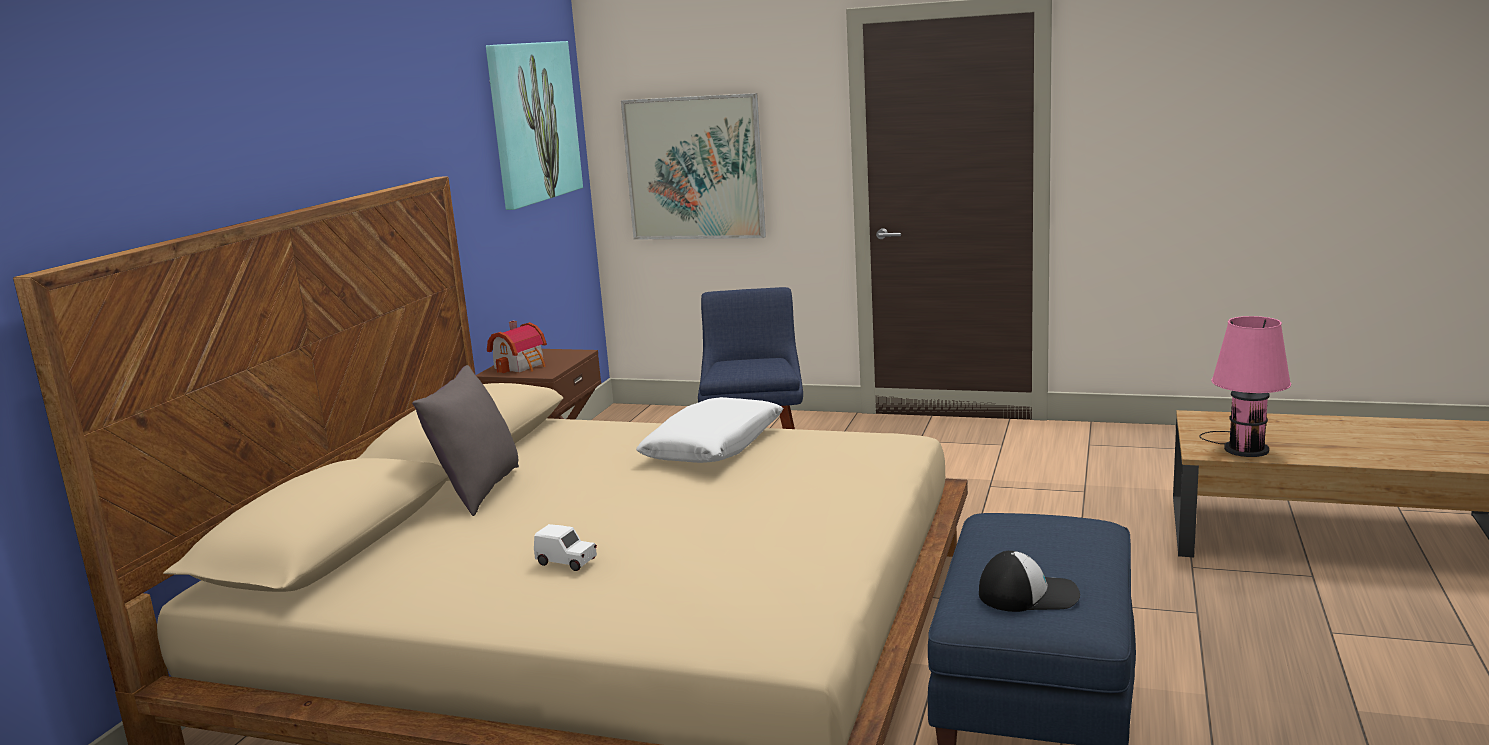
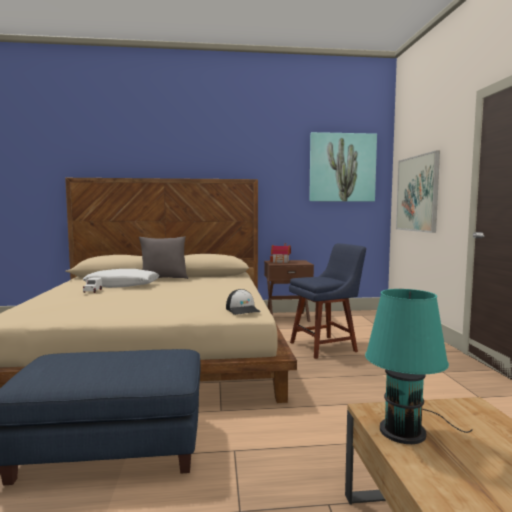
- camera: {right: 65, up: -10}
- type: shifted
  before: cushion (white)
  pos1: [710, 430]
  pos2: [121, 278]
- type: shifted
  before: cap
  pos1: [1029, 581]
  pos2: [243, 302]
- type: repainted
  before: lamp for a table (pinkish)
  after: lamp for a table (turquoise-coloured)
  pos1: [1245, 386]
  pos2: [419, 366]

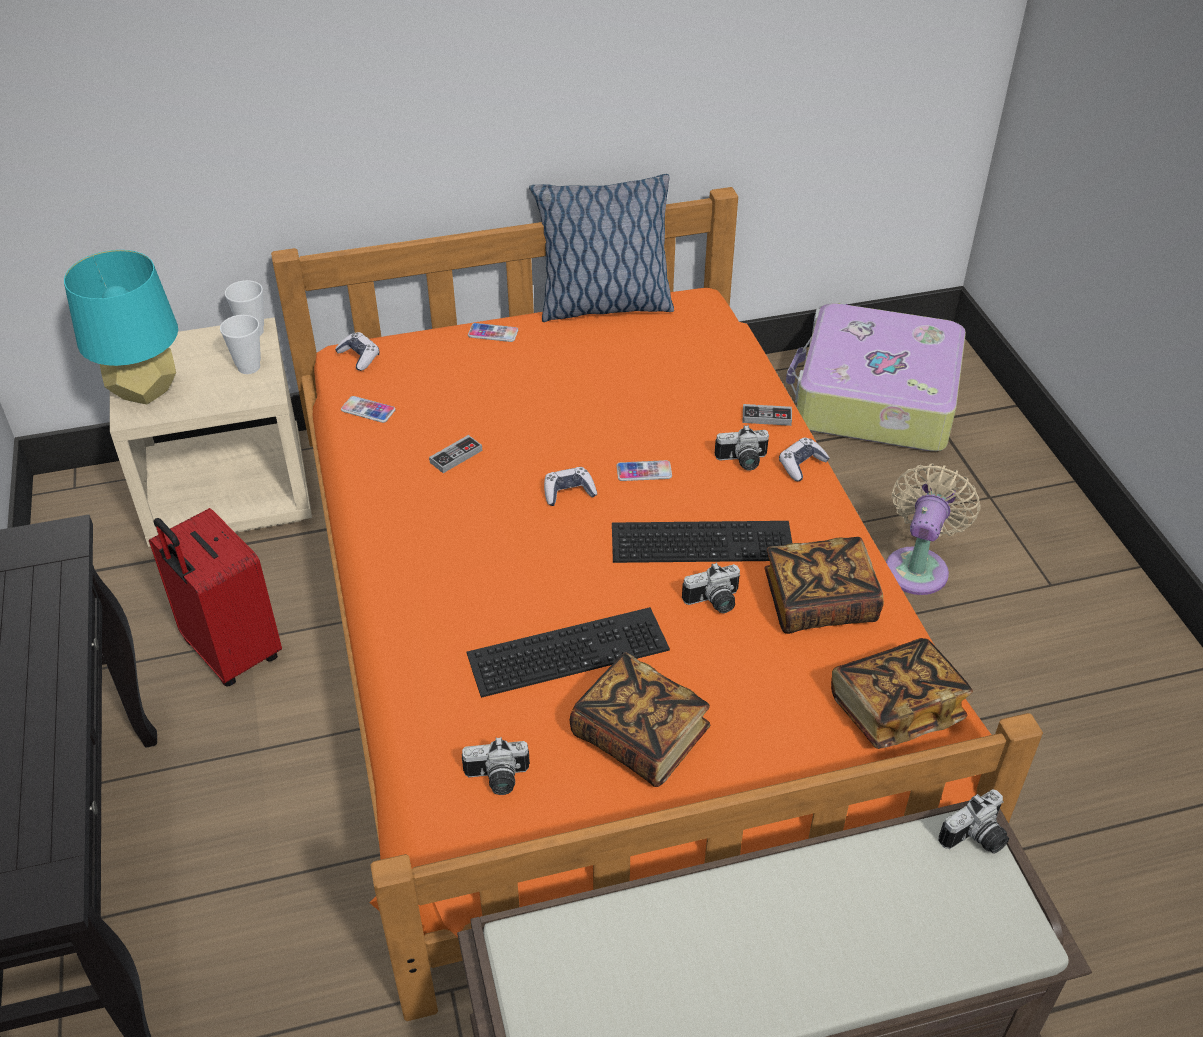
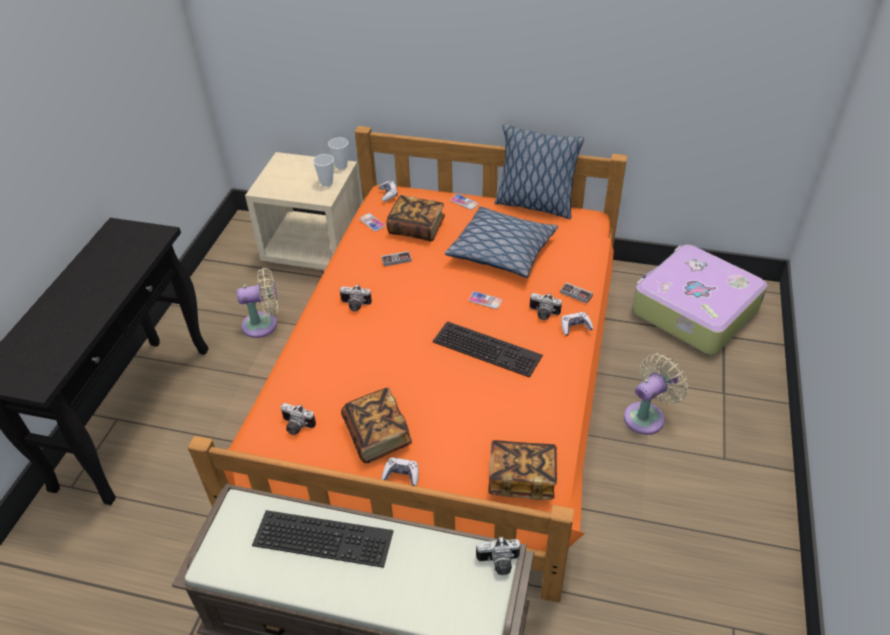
- camera: {right: 30, up: 0}
- type: gone
  before: lamp for a table (turquoise-coloured)
  pos1: [121, 327]
- type: swapped
  before: travel case (reddish)
  after: fan (sand-coloured)
  pos1: [215, 597]
  pos2: [257, 303]
- type: shifted
  before: keyboard
  pos1: [568, 652]
  pos2: [322, 539]
- type: shifted
  before: gamepad
  pos1: [570, 486]
  pos2: [400, 472]
- type: shifted
  before: photo camera
  pos1: [711, 588]
  pos2: [356, 297]
- type: shifted
  before: volume
  pos1: [824, 585]
  pos2: [415, 218]
- type: new
  after: cushion
  pos2: [501, 242]

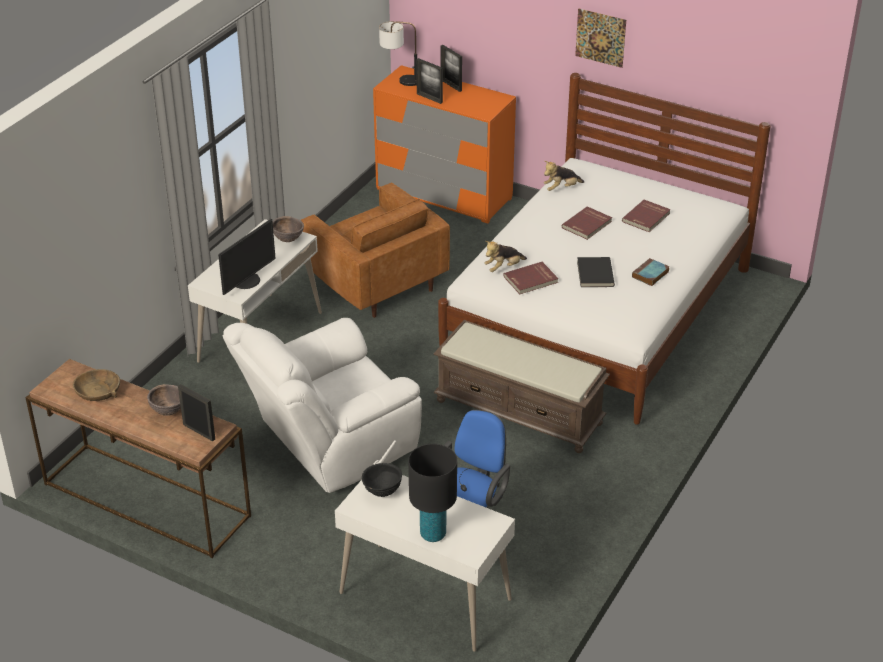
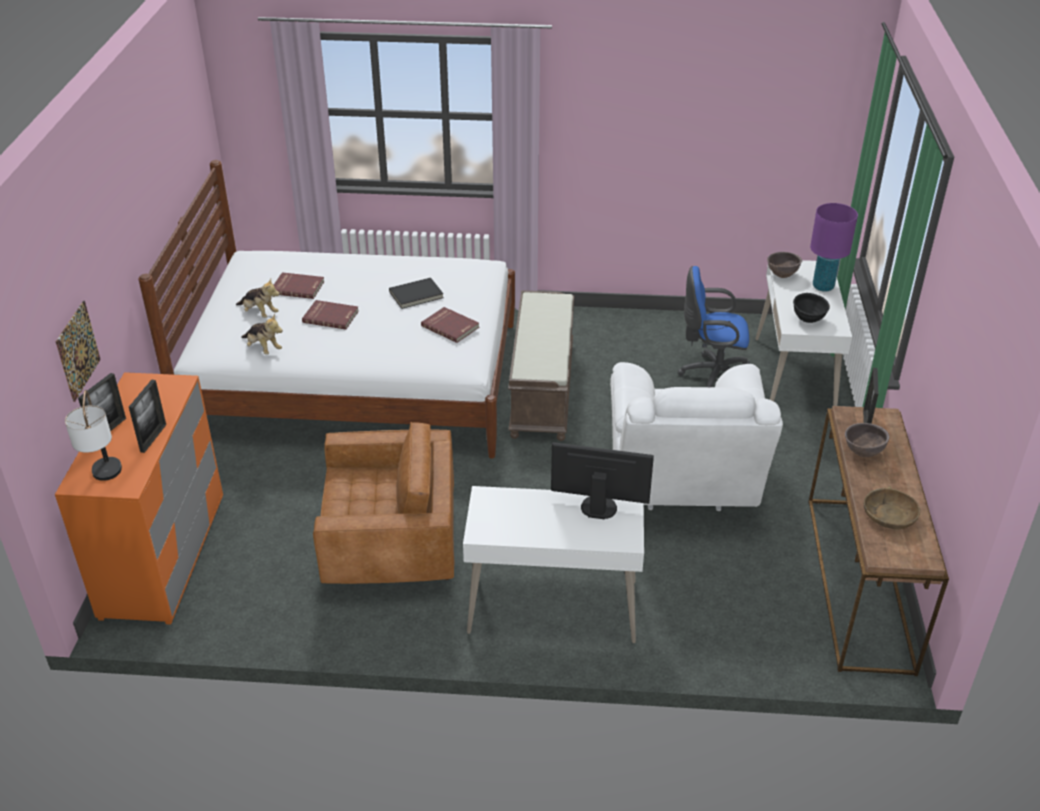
- camera: {right: -115, up: 0}
- type: rotated
  before: armchair (white)
  pos1: [322, 405]
  pos2: [696, 436]
  turn: 60
- type: shifted
  before: serving bowl (brown-coloured)
  pos1: [288, 229]
  pos2: [784, 265]
- type: rotated
  before: armchair (brown-coloured)
  pos1: [375, 250]
  pos2: [383, 503]
  turn: 60
- type: repainted
  before: lamp for a table (black)
  after: lamp for a table (purple-coloured)
  pos1: [432, 493]
  pos2: [834, 247]
- type: shifted
  before: cuddly toy
  pos1: [506, 256]
  pos2: [258, 298]
- type: shifted
  before: picture
  pos1: [600, 38]
  pos2: [78, 351]
- type: gone
  before: volume
  pos1: [651, 272]

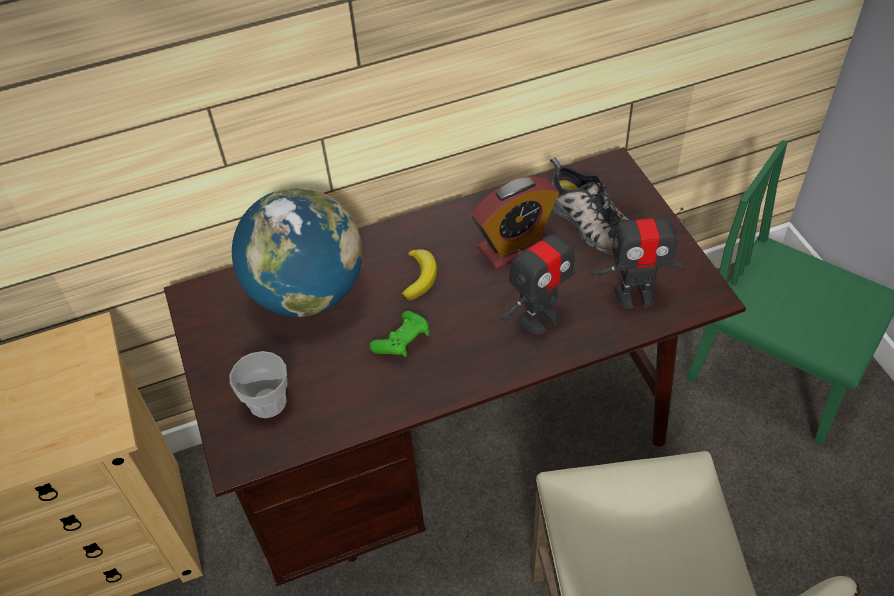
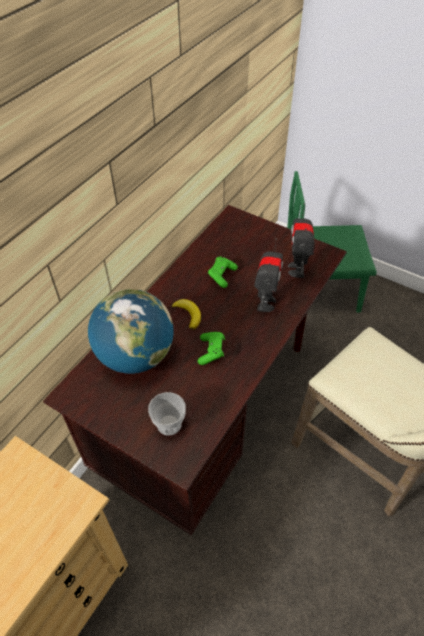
- camera: {right: -40, up: 0}
- type: swapped
  before: alarm clock
  after: gamepad (green-coloured)
  pos1: [515, 223]
  pos2: [223, 272]
- type: gone
  before: shoe
  pos1: [589, 206]
- type: rotated
  before: robot figure
  pos1: [638, 258]
  pos2: [301, 240]
  turn: 135

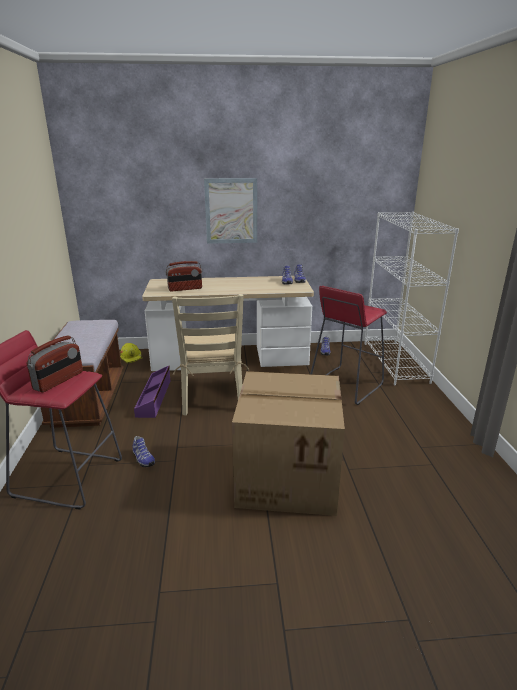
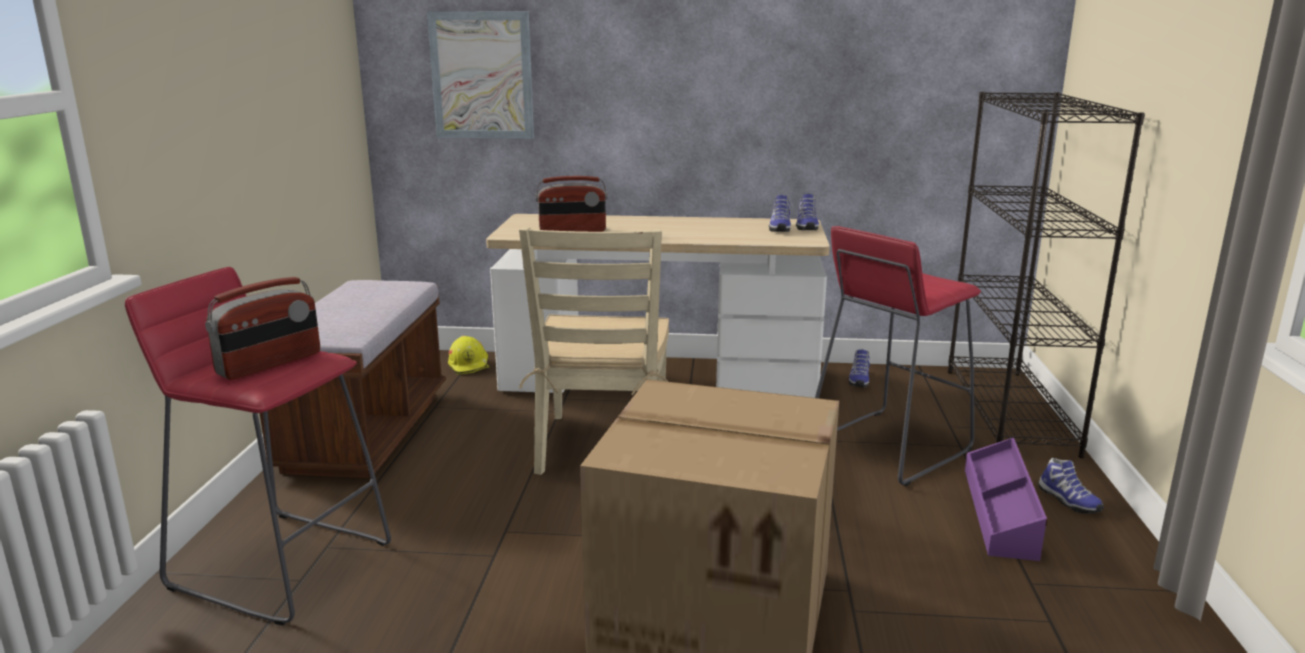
- camera: {right: 10, up: -5}
- type: shifted
  before: shoe
  pos1: [144, 451]
  pos2: [1071, 486]
- type: shifted
  before: storage container (purple-coloured)
  pos1: [152, 392]
  pos2: [1006, 499]
- type: shifted
  before: picture
  pos1: [230, 211]
  pos2: [480, 75]
- type: repainted
  before: shelving unit (white)
  after: shelving unit (black)
  pos1: [411, 298]
  pos2: [1046, 275]

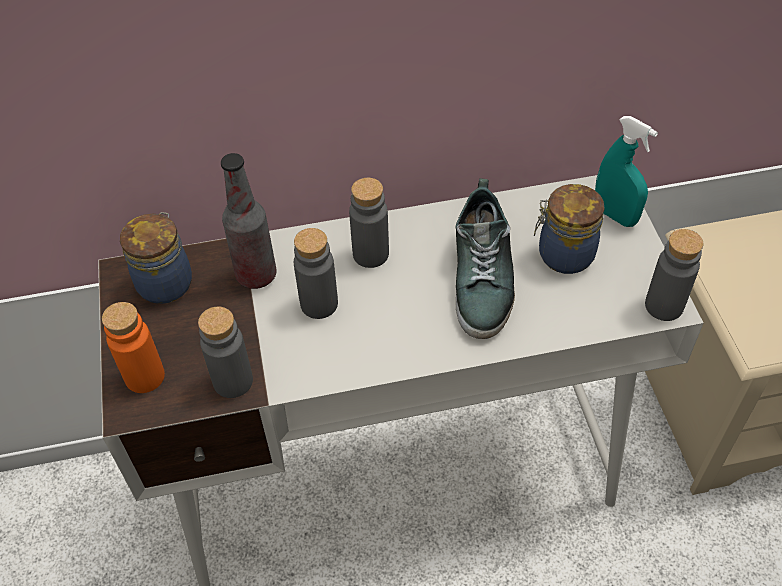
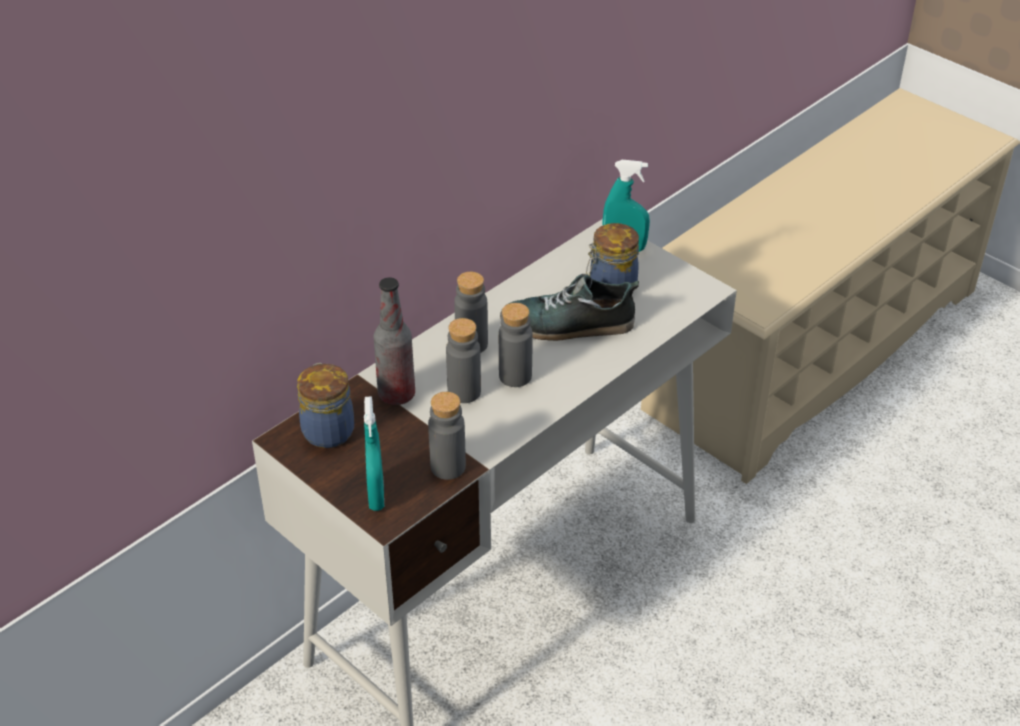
- camera: {right: -35, up: -10}
- type: swapped
  before: bottle (orange)
  after: sprayer (turquoise-coloured)
  pos1: [133, 347]
  pos2: [374, 453]
- type: rotated
  before: shoe
  pos1: [485, 258]
  pos2: [569, 307]
  turn: 120
- type: shifted
  before: bottle (gray)
  pos1: [674, 275]
  pos2: [516, 345]

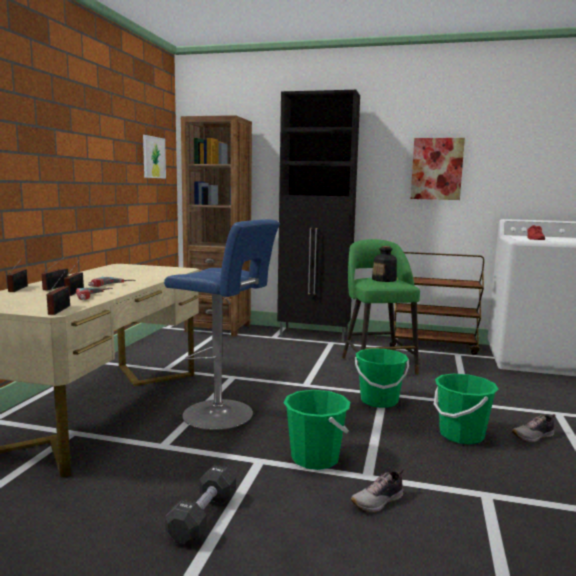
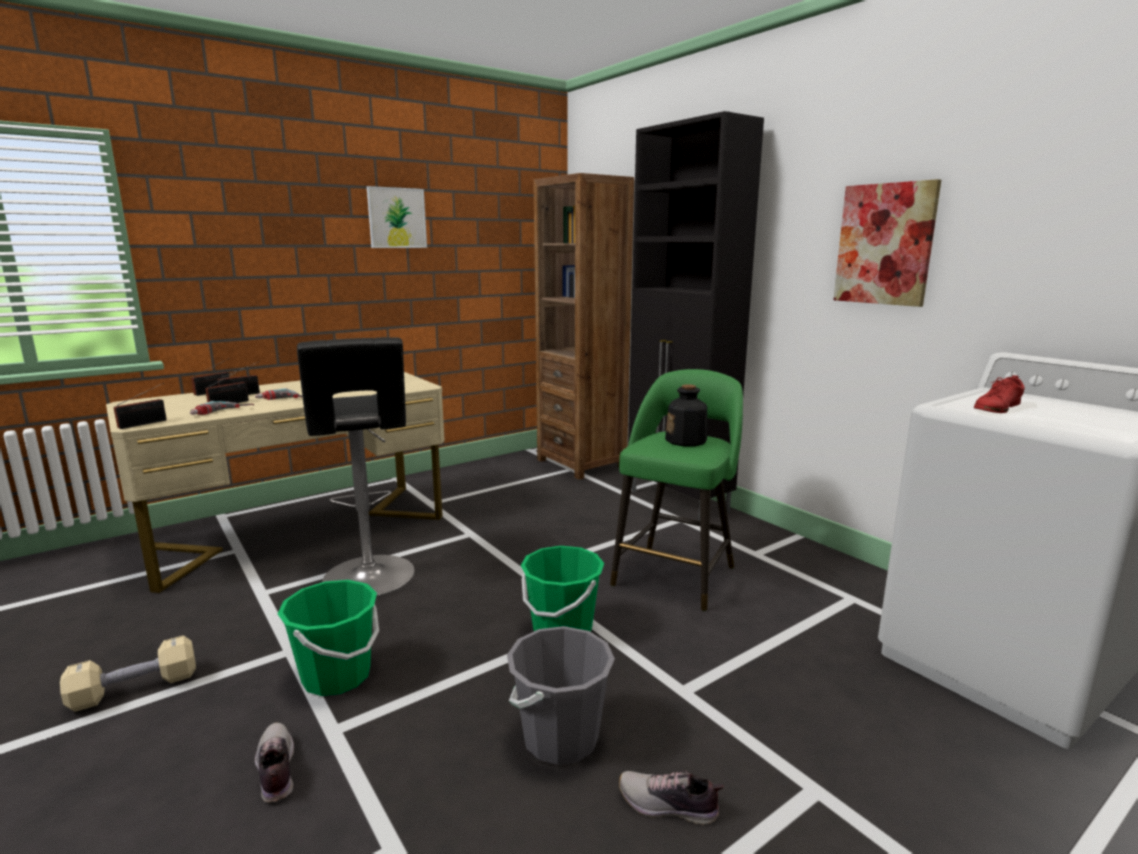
- camera: {right: 40, up: 5}
- type: shifted
  before: picture
  pos1: [154, 157]
  pos2: [397, 217]
- type: repainted
  before: sitting stool (blue)
  after: sitting stool (black)
  pos1: [222, 324]
  pos2: [355, 466]
- type: repainted
  before: hand weight (black)
  after: hand weight (sand-coloured)
  pos1: [200, 505]
  pos2: [128, 673]
- type: rotated
  before: shoe
  pos1: [377, 490]
  pos2: [274, 762]
  turn: 60
- type: gone
  before: cart (brown-coloured)
  pos1: [437, 303]
- type: repainted
  before: pail (green-coloured)
  after: pail (gray)
  pos1: [466, 408]
  pos2: [561, 695]

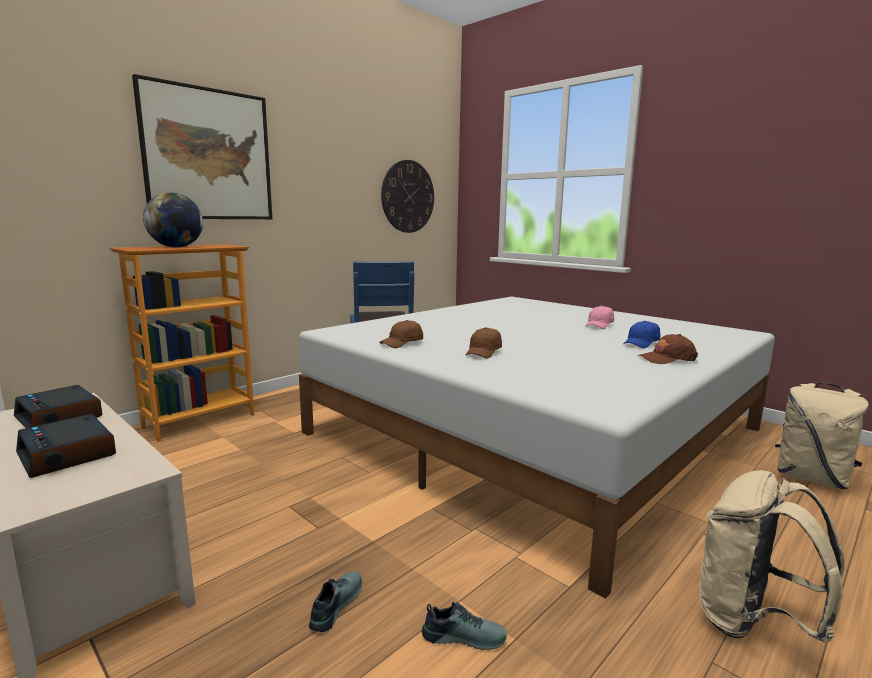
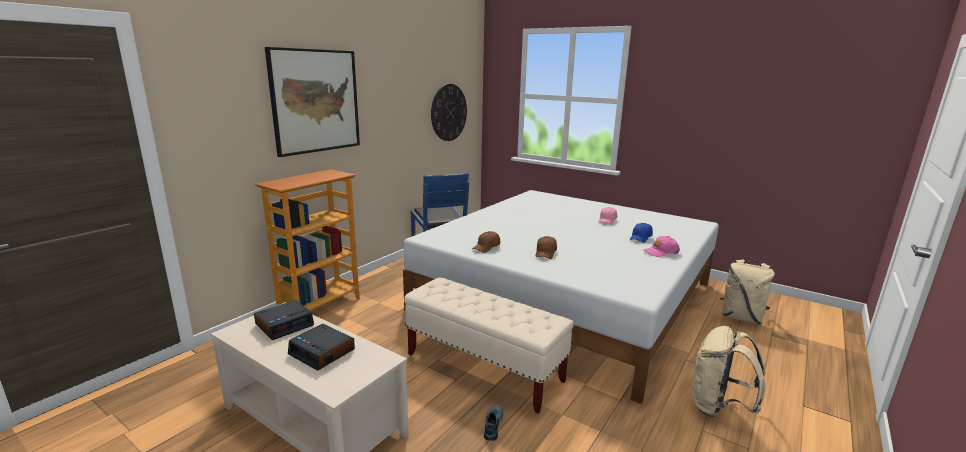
- camera: {right: -10, up: 5}
- type: rotated
  before: alarm clock
  pos1: [58, 406]
  pos2: [284, 320]
  turn: -75
- type: gone
  before: world globe
  pos1: [173, 220]
- type: gone
  before: shoe
  pos1: [464, 626]
- type: repainted
  before: cap (brown-coloured)
  after: cap (pinkish)
  pos1: [668, 349]
  pos2: [661, 246]
- type: new
  after: bench (sand-coloured)
  pos2: [489, 345]

